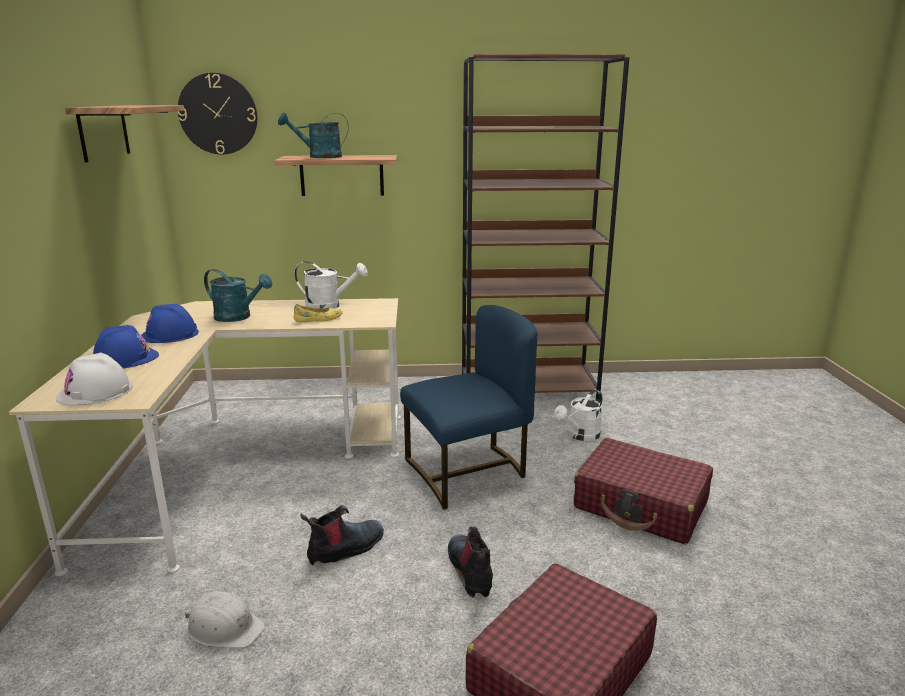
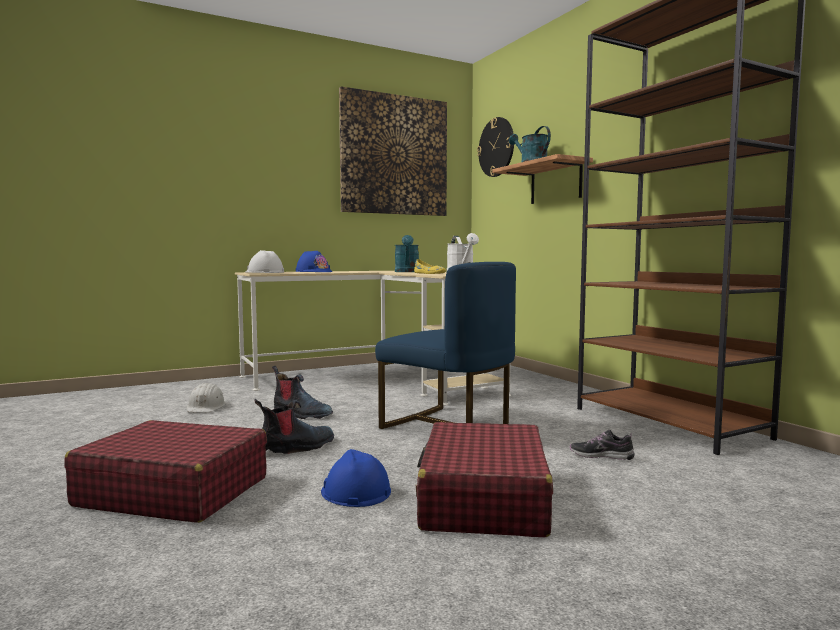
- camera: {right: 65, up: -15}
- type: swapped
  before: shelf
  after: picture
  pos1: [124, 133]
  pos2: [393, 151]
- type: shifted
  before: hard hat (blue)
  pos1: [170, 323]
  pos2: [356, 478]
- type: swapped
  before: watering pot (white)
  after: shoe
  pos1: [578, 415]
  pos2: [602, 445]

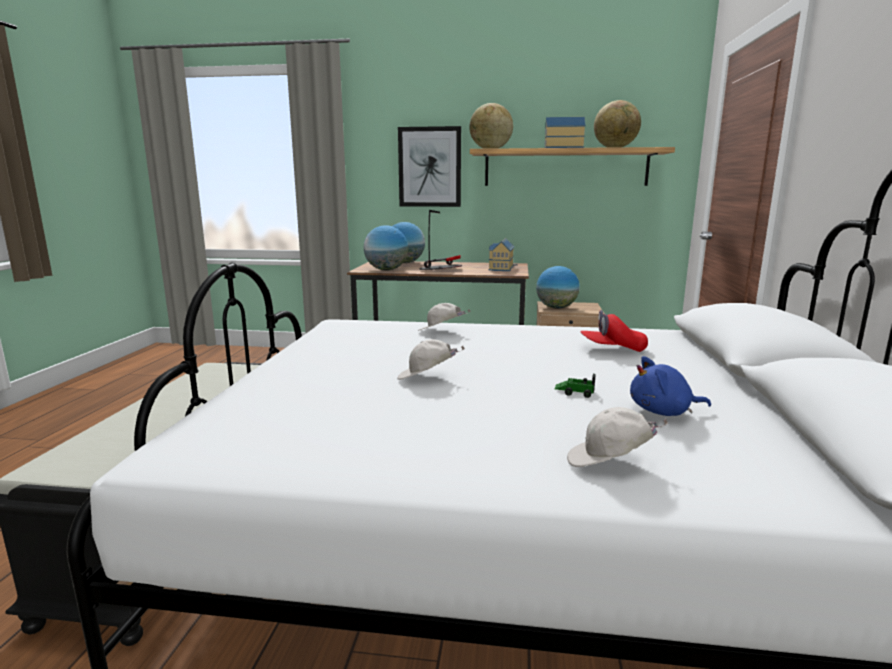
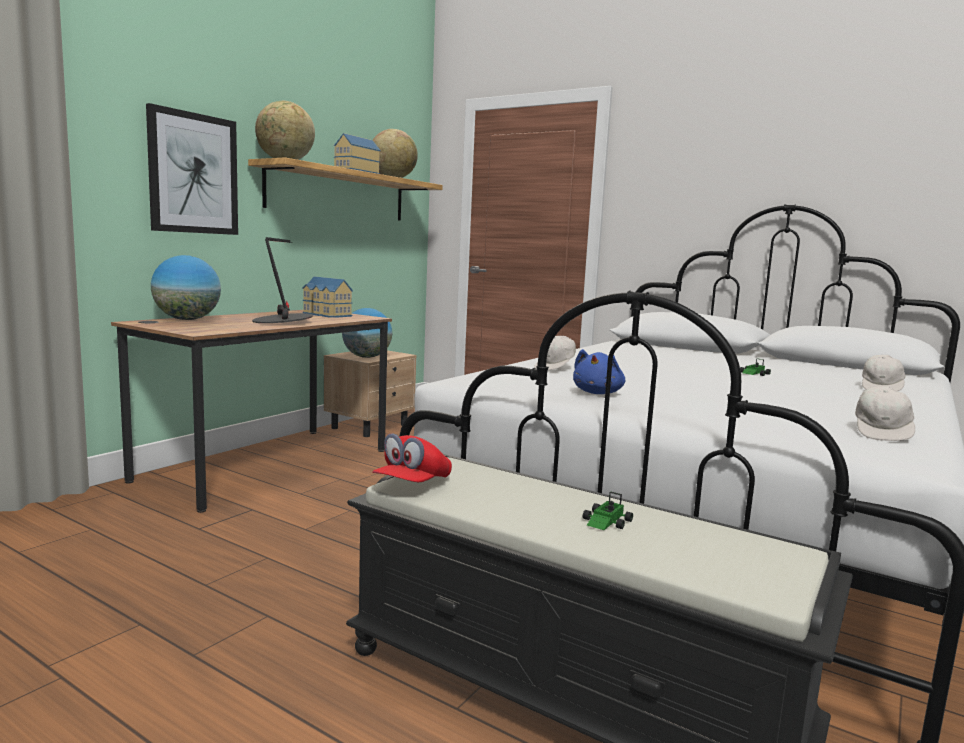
- camera: {right: -65, up: -5}
- type: gone
  before: world globe
  pos1: [386, 248]
- type: shifted
  before: cap (white)
  pos1: [431, 359]
  pos2: [885, 413]
- type: shifted
  before: cap (reddish)
  pos1: [614, 331]
  pos2: [412, 457]
- type: shifted
  before: cuddly toy (blue)
  pos1: [670, 386]
  pos2: [599, 371]
- type: new
  after: toy car
  pos2: [608, 511]

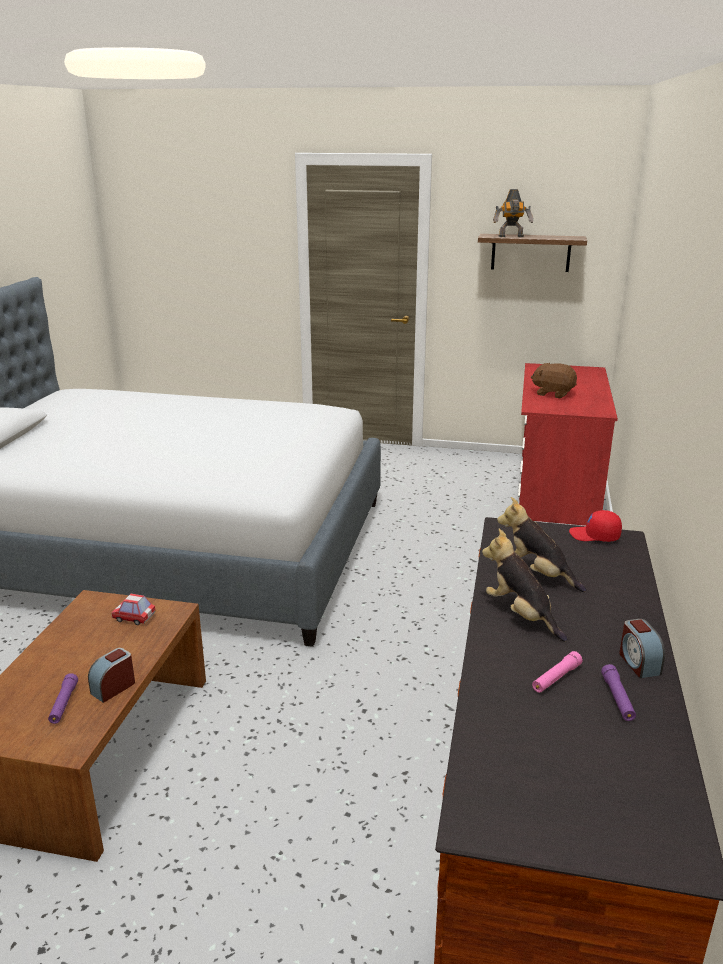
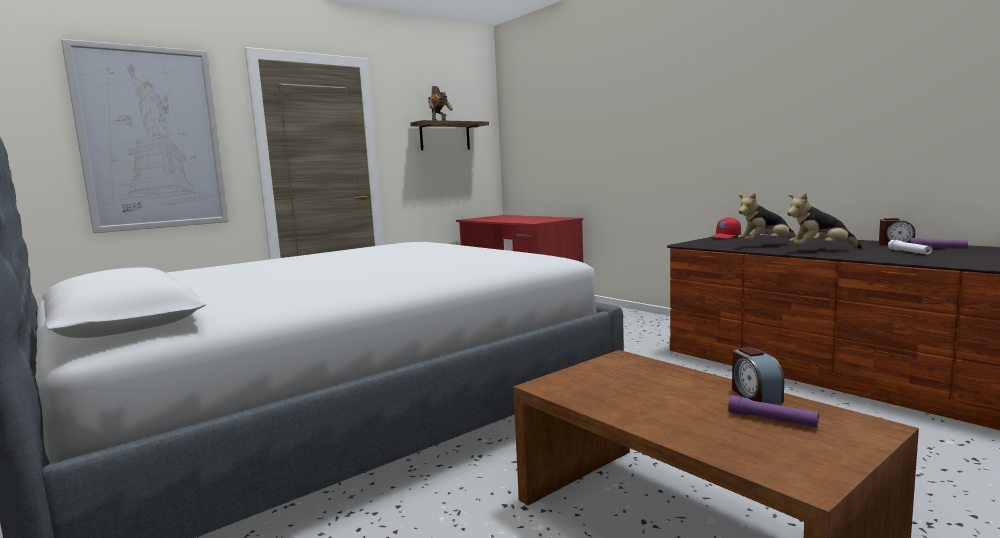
- camera: {right: -50, up: -15}
- type: gone
  before: toy car
  pos1: [134, 609]
- type: gone
  before: cuddly toy (brown-coloured)
  pos1: [554, 380]
- type: repainted
  before: hand torch (pinkish)
  after: hand torch (white)
  pos1: [557, 672]
  pos2: [910, 247]
- type: new
  after: picture
  pos2: [145, 136]

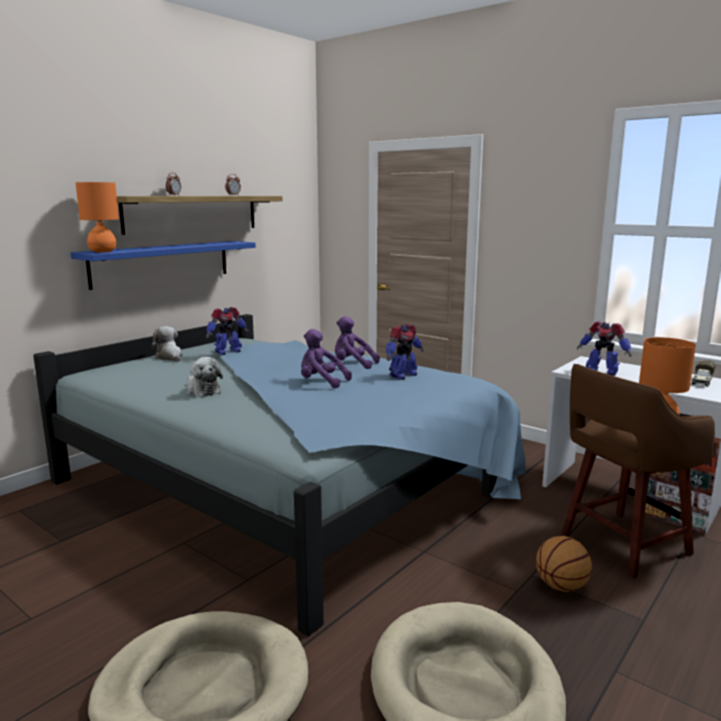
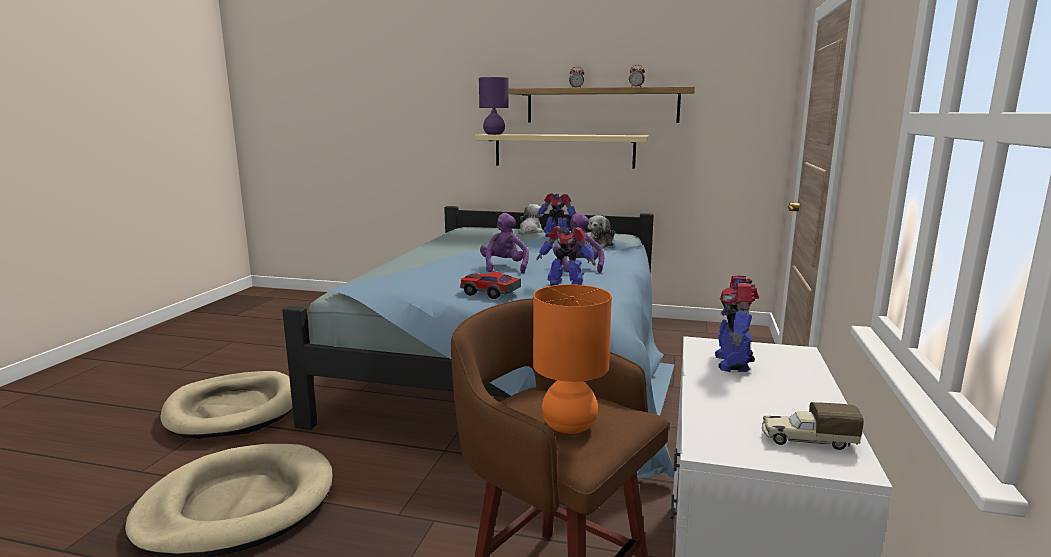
- camera: {right: 65, up: 0}
- type: repainted
  before: shelf (blue)
  after: shelf (sand-coloured)
  pos1: [163, 265]
  pos2: [562, 151]
- type: repainted
  before: lamp for a table (orange)
  after: lamp for a table (purple-coloured)
  pos1: [97, 217]
  pos2: [494, 106]
- type: shifted
  before: cuddly toy
  pos1: [205, 377]
  pos2: [601, 231]
- type: gone
  before: basketball
  pos1: [564, 564]
- type: new
  after: toy car
  pos2: [490, 285]

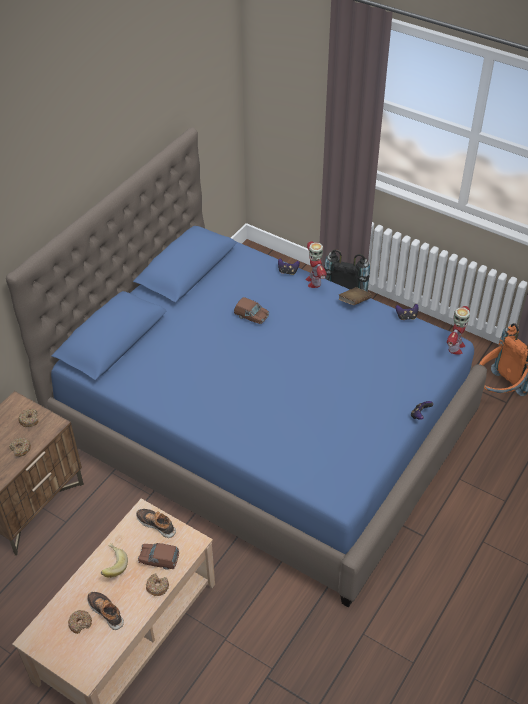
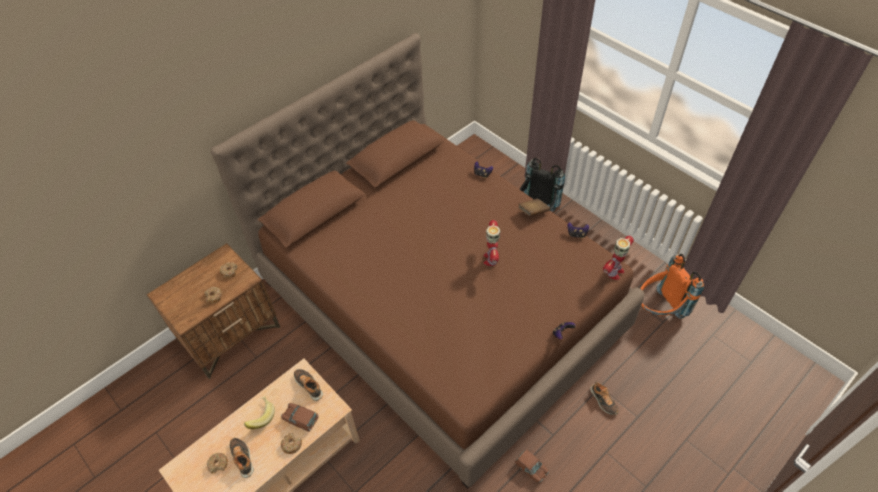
- camera: {right: 15, up: 5}
- type: repainted
  before: bedroom bed (blue)
  after: bedroom bed (brown-coloured)
  pos1: [246, 368]
  pos2: [428, 261]
- type: shifted
  before: toy car (brown-coloured)
  pos1: [251, 310]
  pos2: [532, 466]
- type: shifted
  before: robot figure
  pos1: [316, 264]
  pos2: [492, 243]
- type: new
  after: shoe
  pos2: [604, 398]

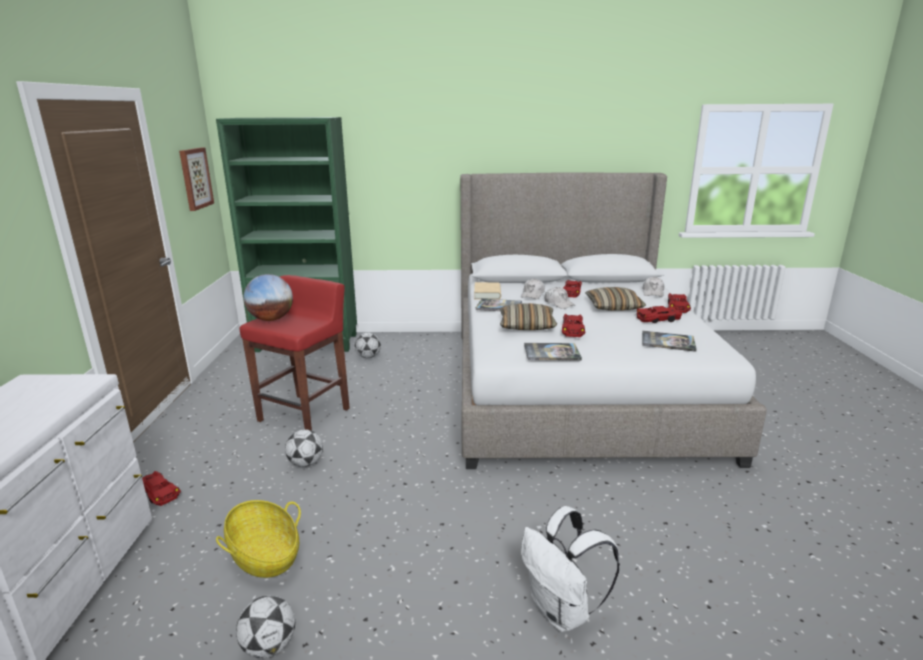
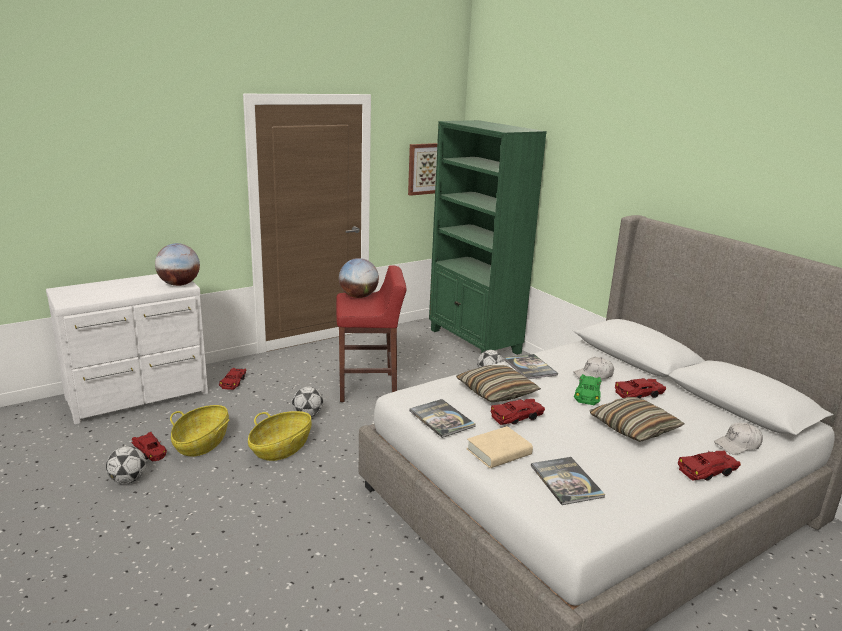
- camera: {right: 55, up: 0}
- type: shifted
  before: volume (sand-coloured)
  pos1: [487, 291]
  pos2: [500, 447]
- type: gone
  before: backpack (white)
  pos1: [570, 569]
- type: swapped
  before: cap (white)
  after: toy car (green-coloured)
  pos1: [559, 298]
  pos2: [587, 389]
- type: shifted
  before: toy car (reddish)
  pos1: [659, 314]
  pos2: [149, 446]
- type: new
  after: world globe
  pos2: [177, 264]
- type: new
  after: basket
  pos2: [280, 436]

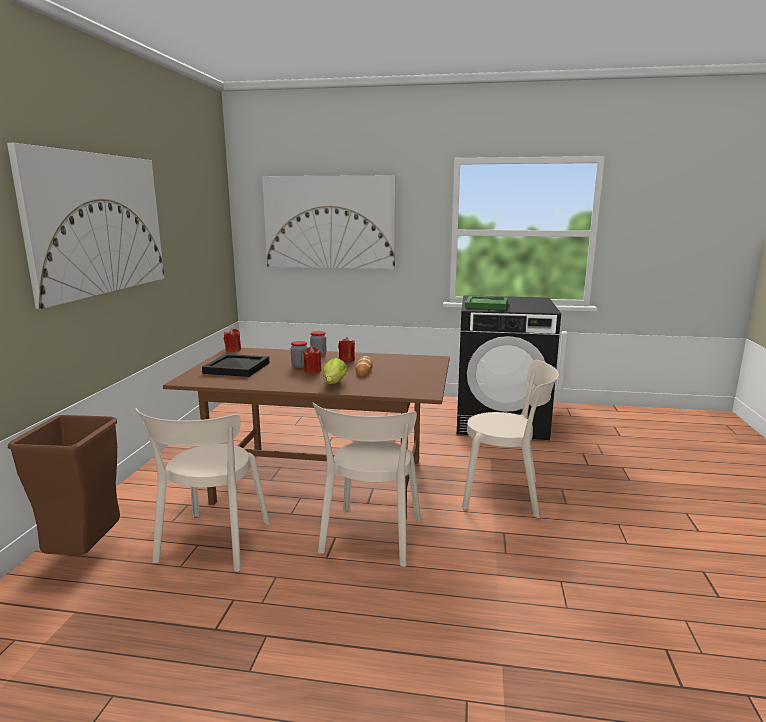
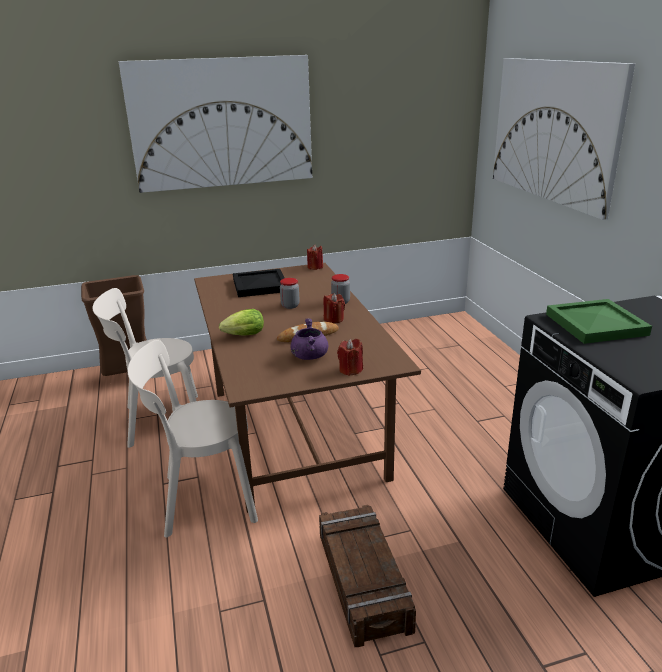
- camera: {right: 65, up: 10}
- type: shifted
  before: wax candle (reddish)
  pos1: [312, 360]
  pos2: [350, 357]
- type: swapped
  before: plain chair (sand-coloured)
  after: shipping crate
  pos1: [510, 439]
  pos2: [367, 576]
- type: new
  after: saucepot (purple-coloured)
  pos2: [309, 339]

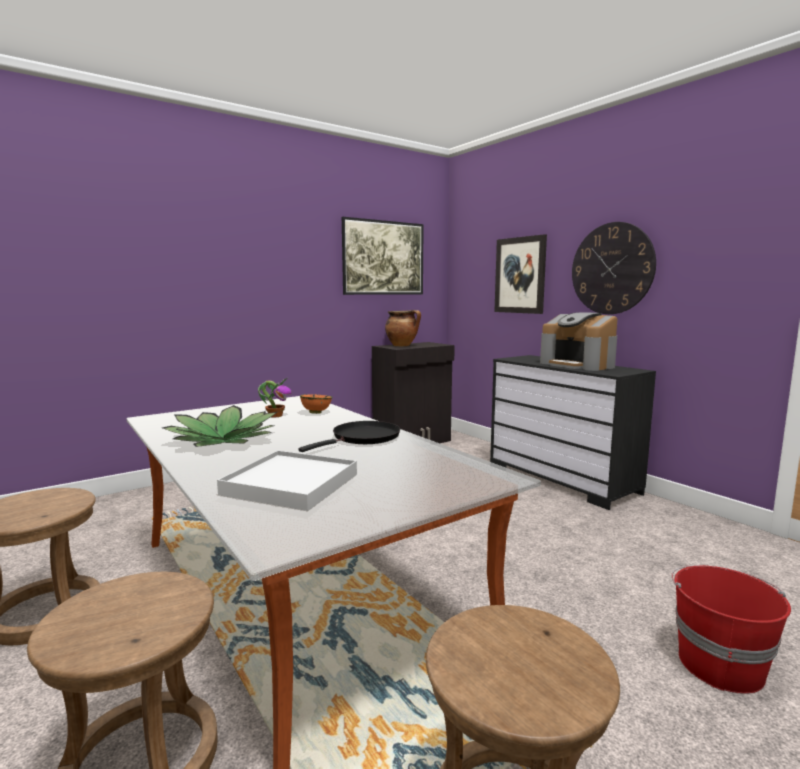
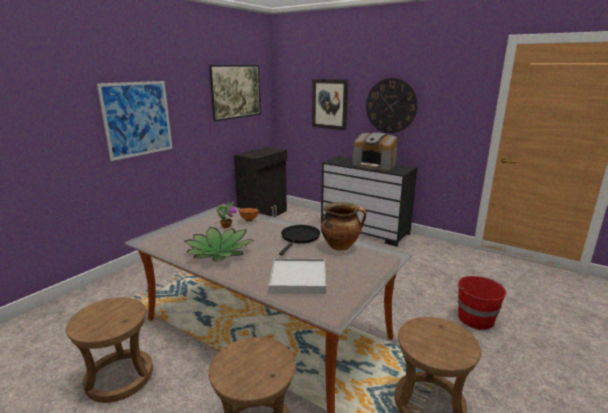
- camera: {right: -20, up: 10}
- type: shifted
  before: saucepot
  pos1: [403, 328]
  pos2: [343, 226]
- type: new
  after: picture
  pos2: [135, 121]

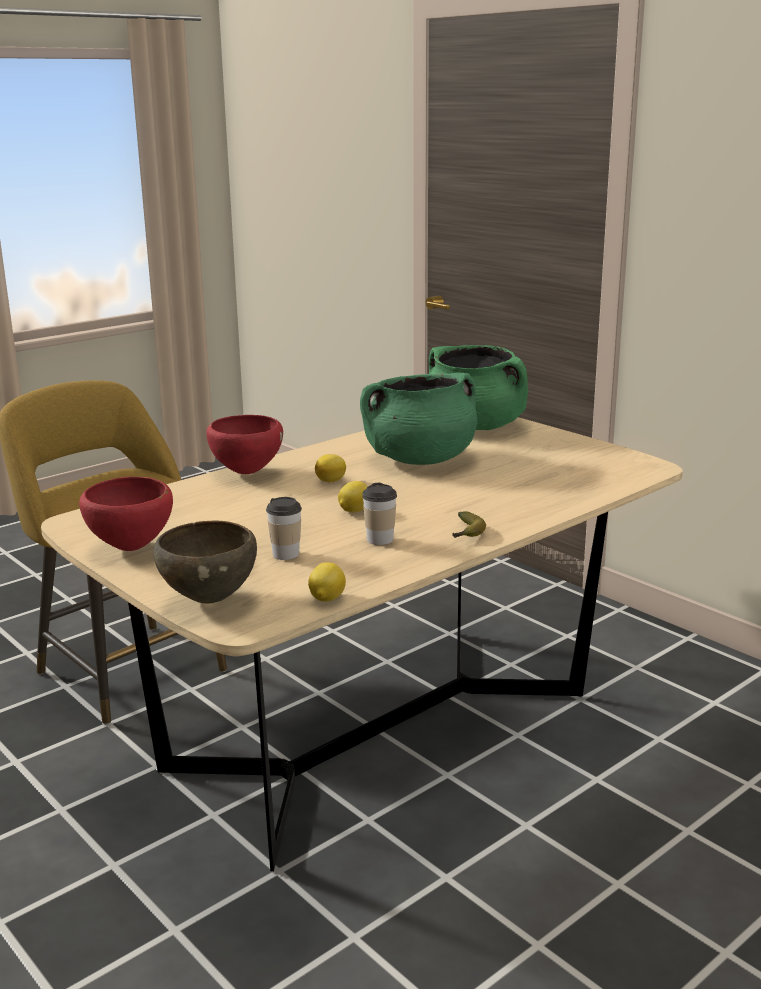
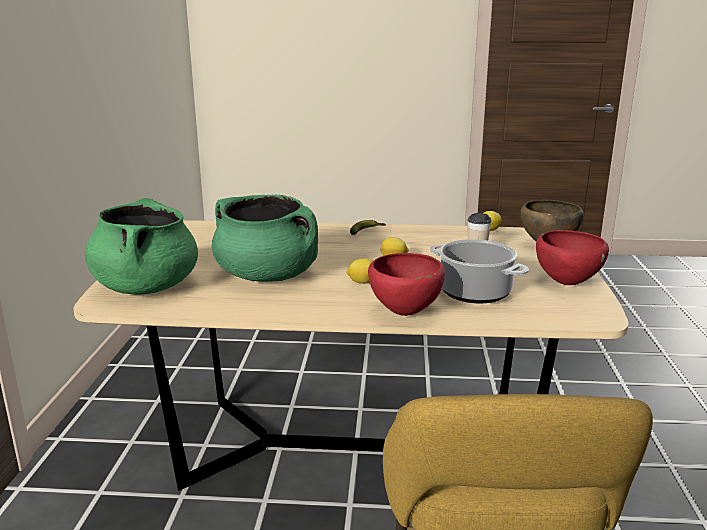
- camera: {right: -135, up: 0}
- type: gone
  before: small cup
  pos1: [379, 514]
- type: new
  after: saucepot
  pos2: [479, 271]

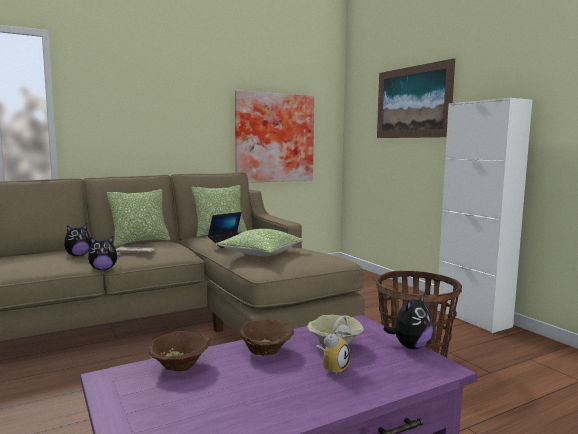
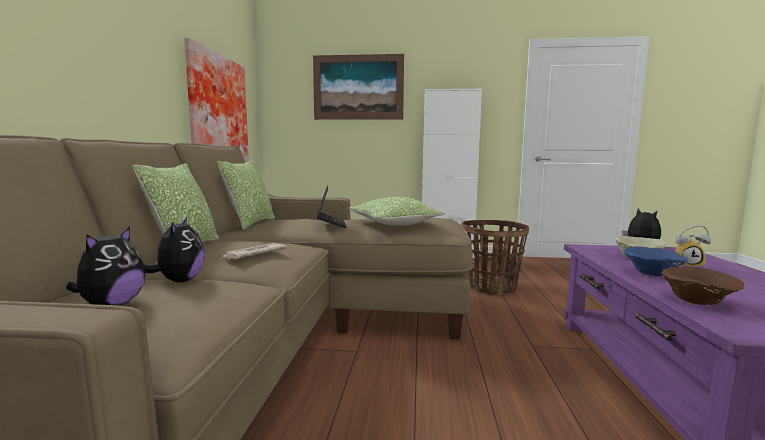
- camera: {right: -55, up: 0}
- type: shifted
  before: cuddly toy
  pos1: [104, 253]
  pos2: [106, 266]
- type: repainted
  before: serving bowl (brown-coloured)
  after: serving bowl (blue)
  pos1: [266, 337]
  pos2: [656, 261]
- type: rotated
  before: alarm clock
  pos1: [334, 346]
  pos2: [693, 246]
  turn: 120

